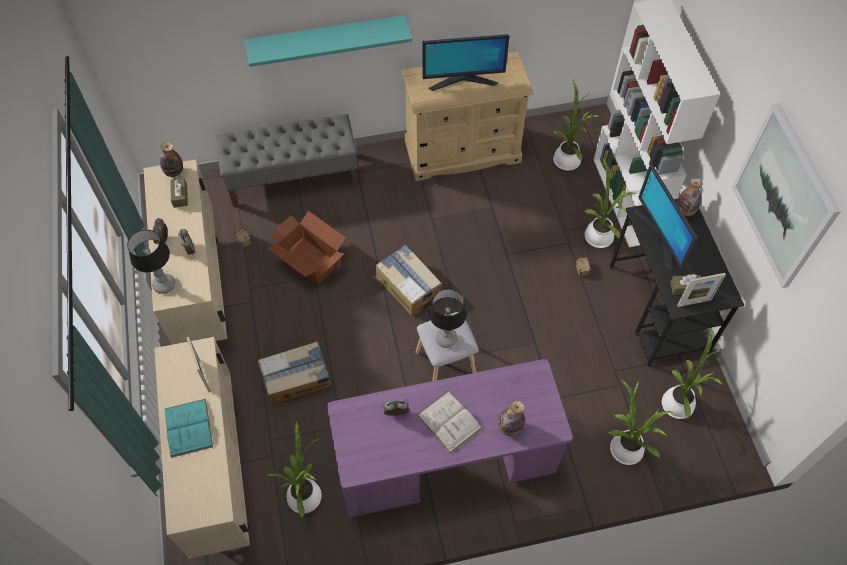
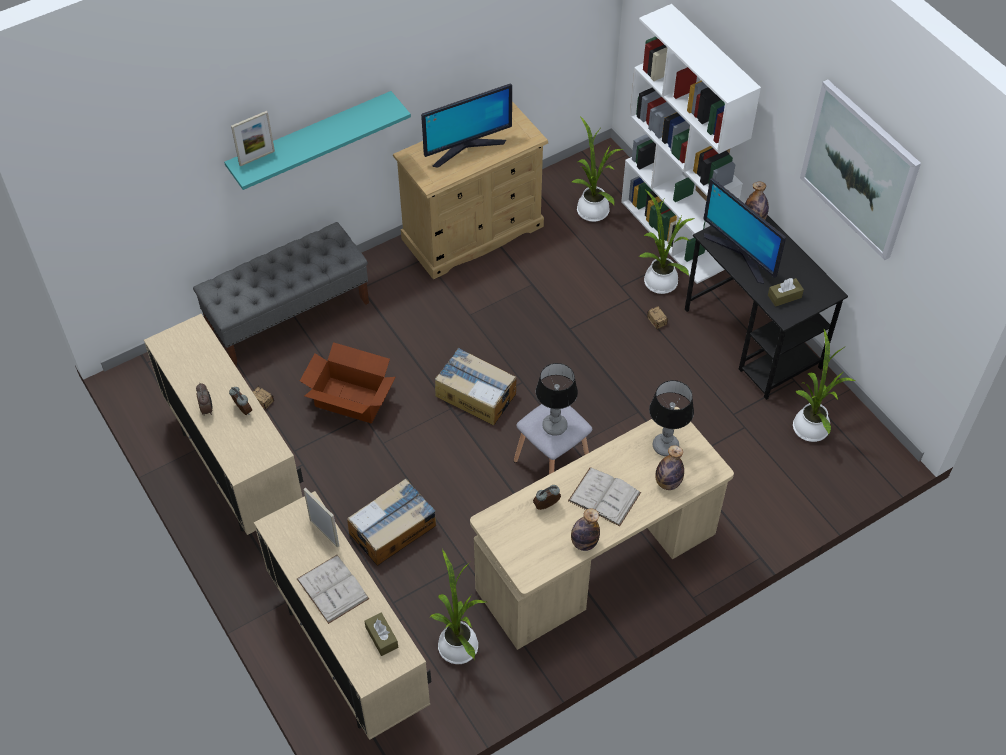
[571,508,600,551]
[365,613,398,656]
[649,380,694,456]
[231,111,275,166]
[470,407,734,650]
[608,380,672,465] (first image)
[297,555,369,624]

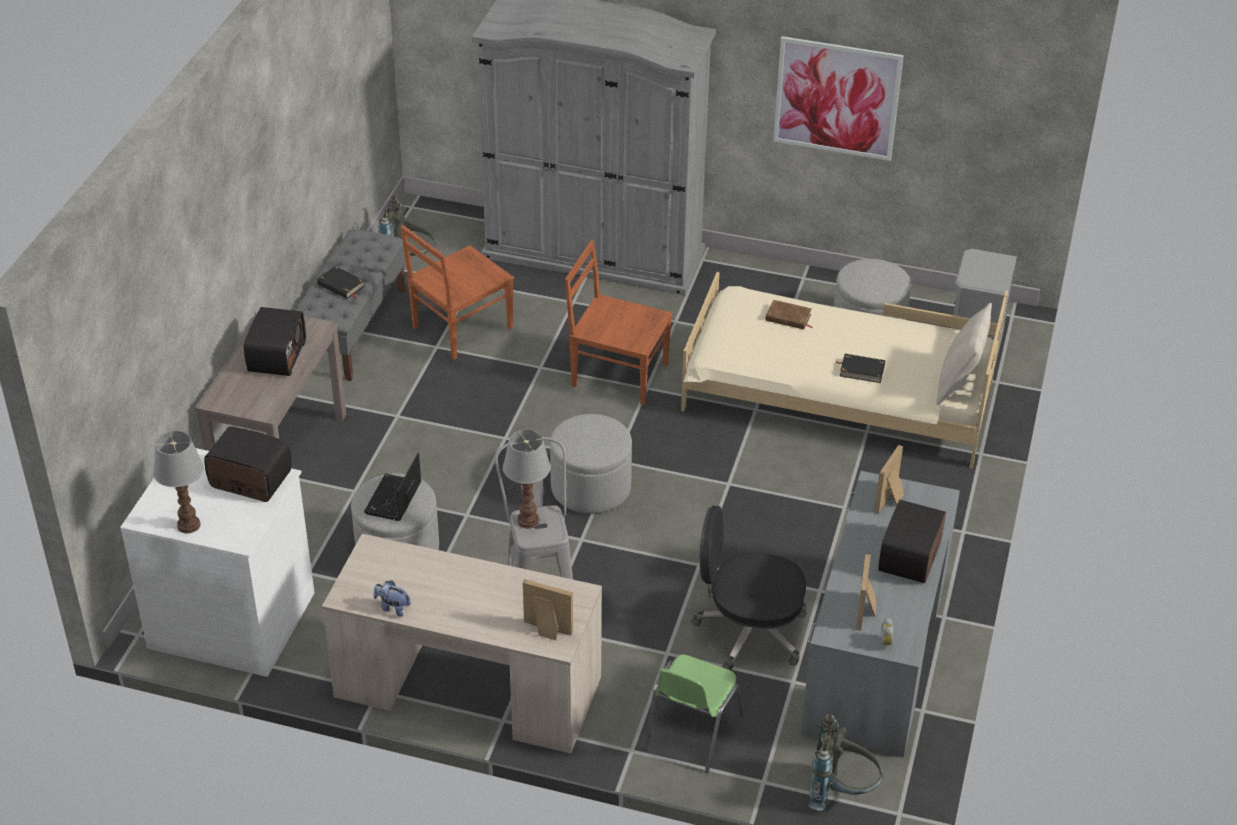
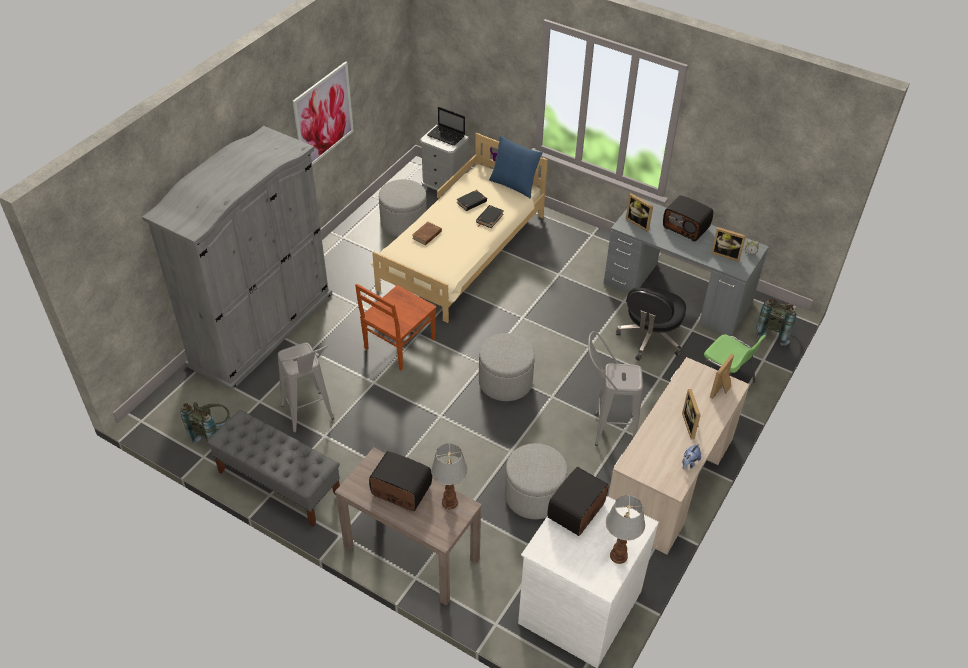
[278,343,334,433]
[457,190,488,211]
[489,136,543,198]
[431,443,468,509]
[427,107,465,146]
[682,389,701,439]

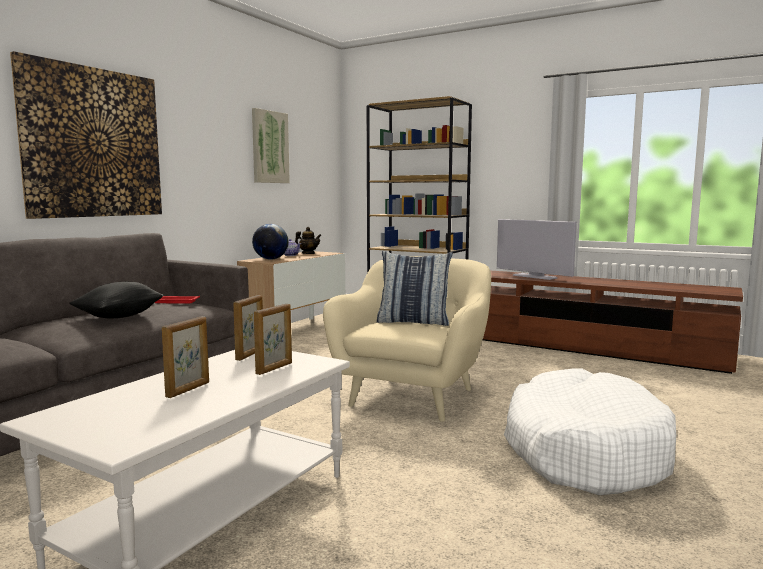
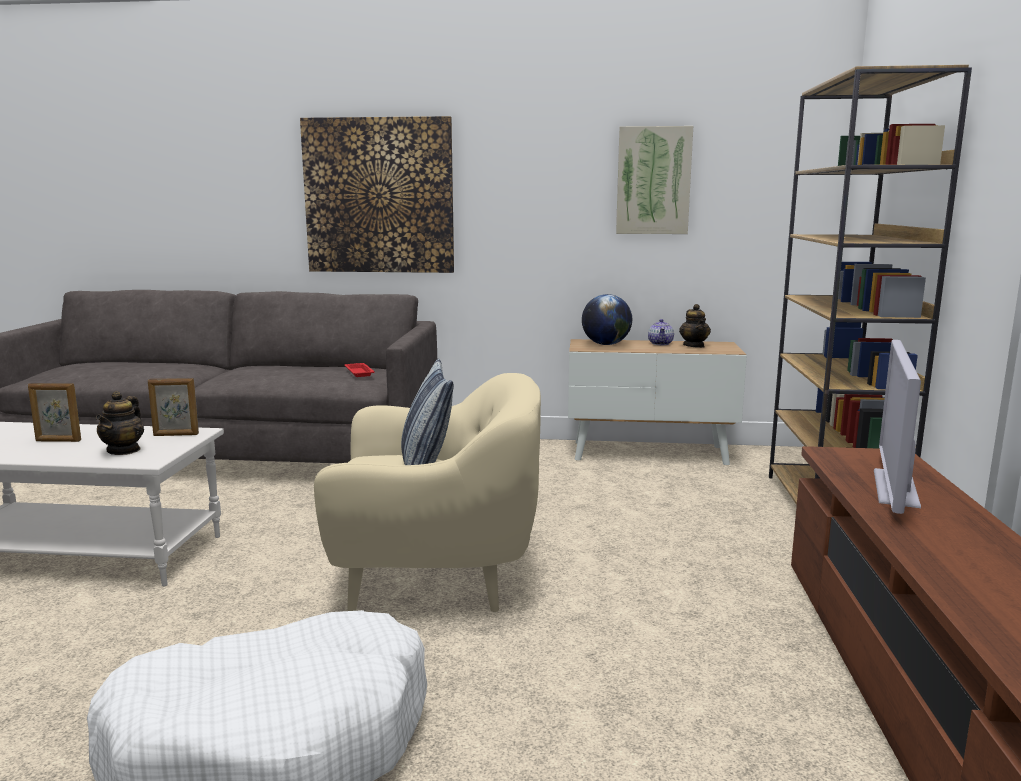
[69,282,163,318] (first image)
[96,391,144,455]

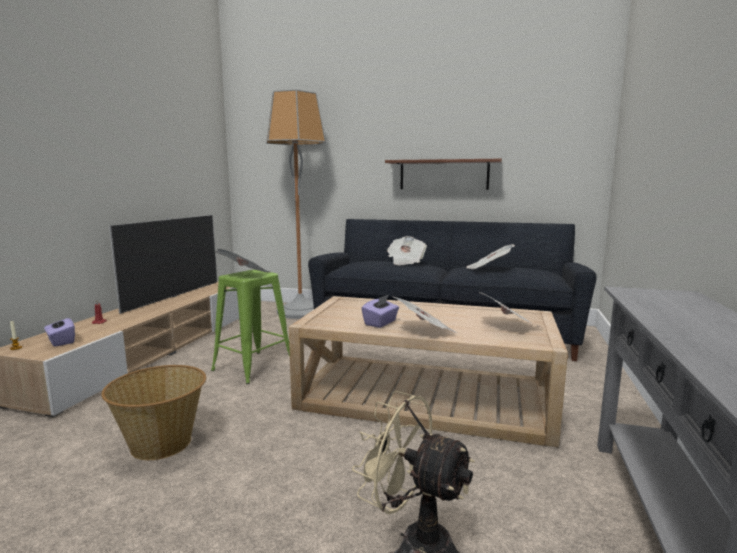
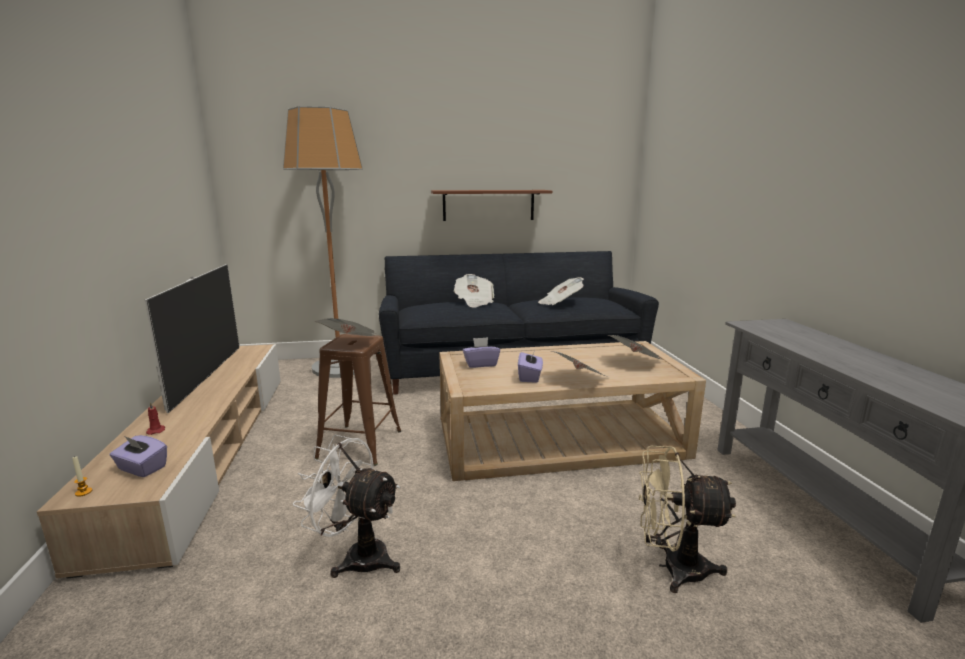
[315,334,401,466]
[293,435,400,578]
[463,337,500,368]

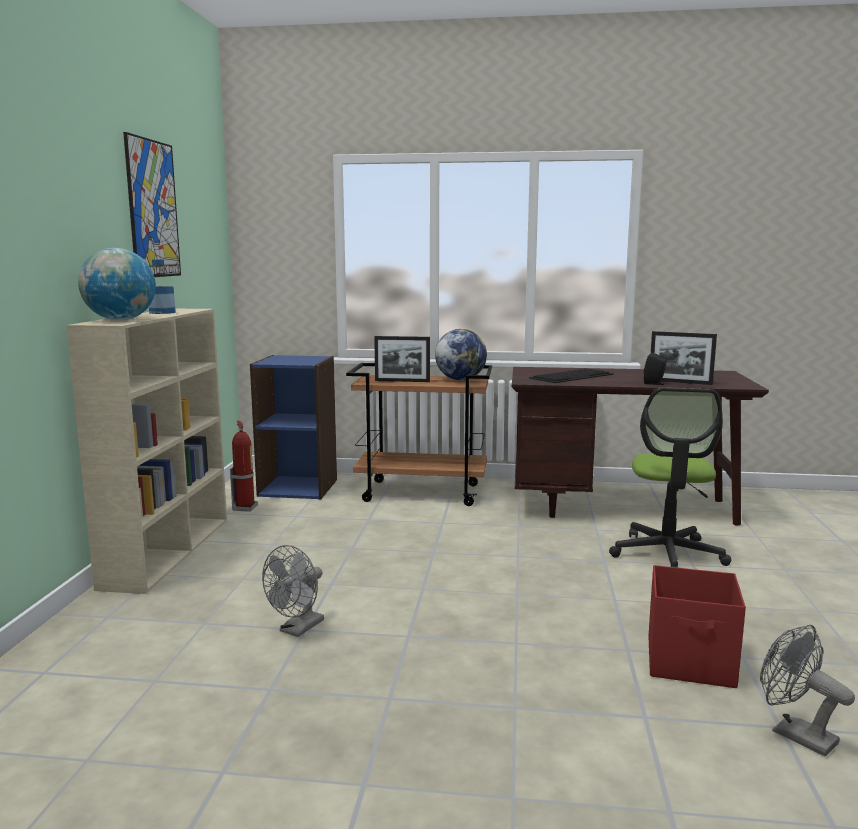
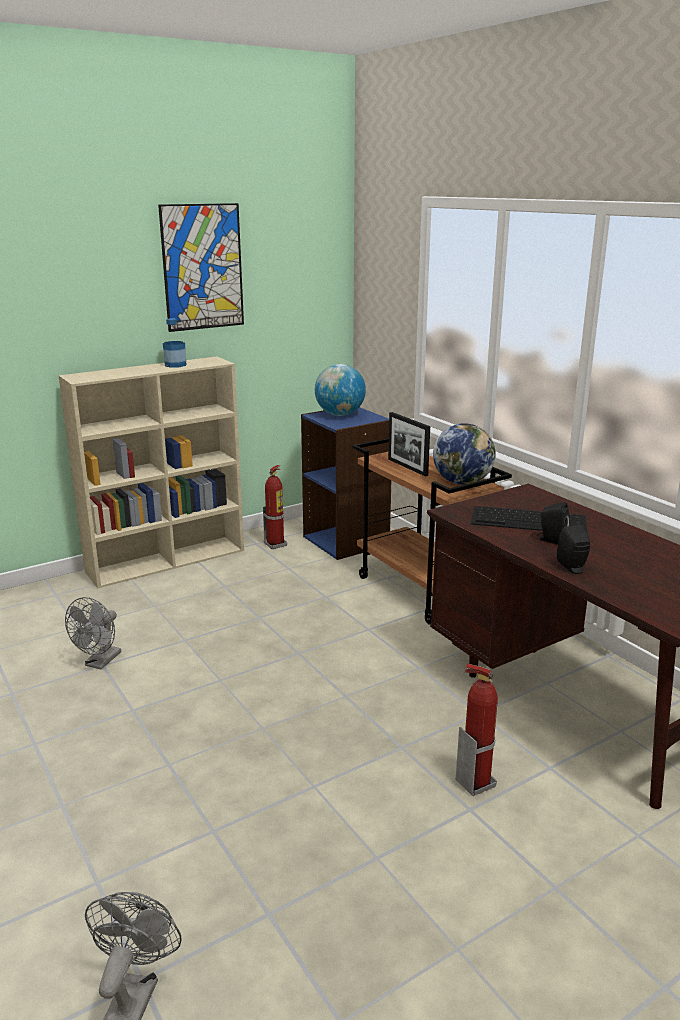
[315,364,366,416]
[651,331,717,385] (first image)
[456,664,498,796]
[65,597,121,669]
[648,565,746,688] (first image)
[537,502,569,545]

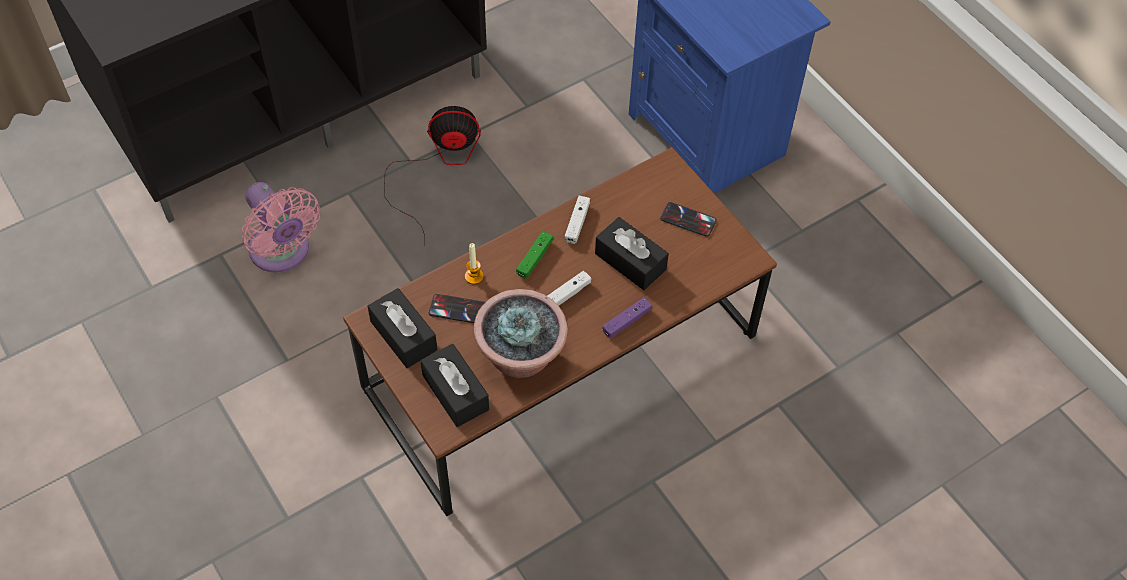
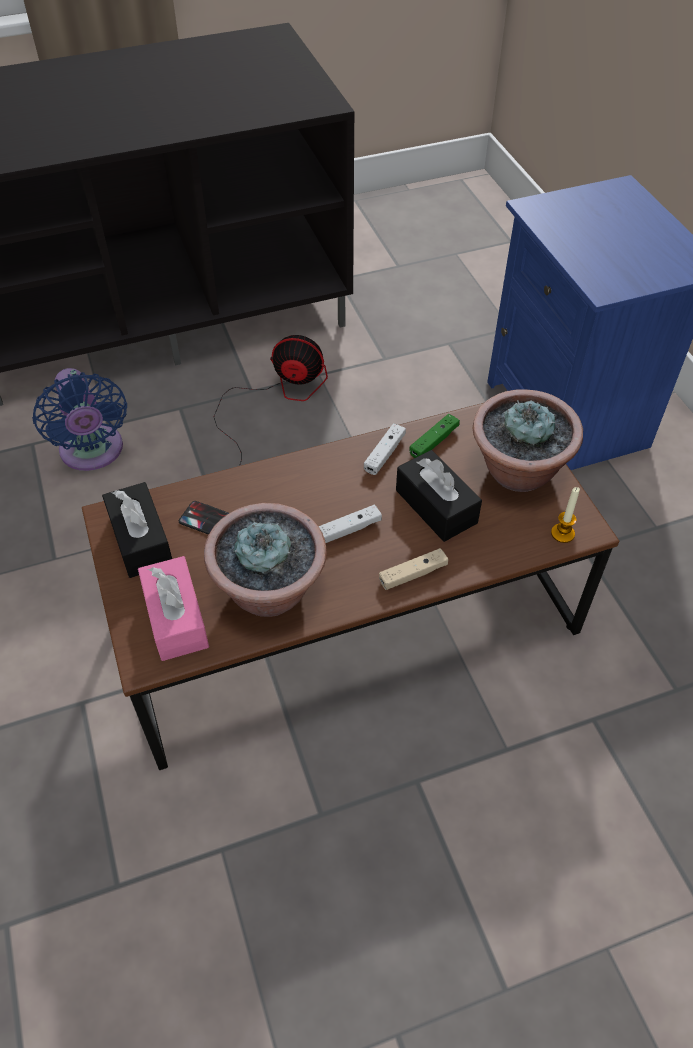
[32,368,127,471]
[473,389,583,492]
[409,414,460,458]
[551,487,580,543]
[379,548,448,590]
[138,556,209,661]

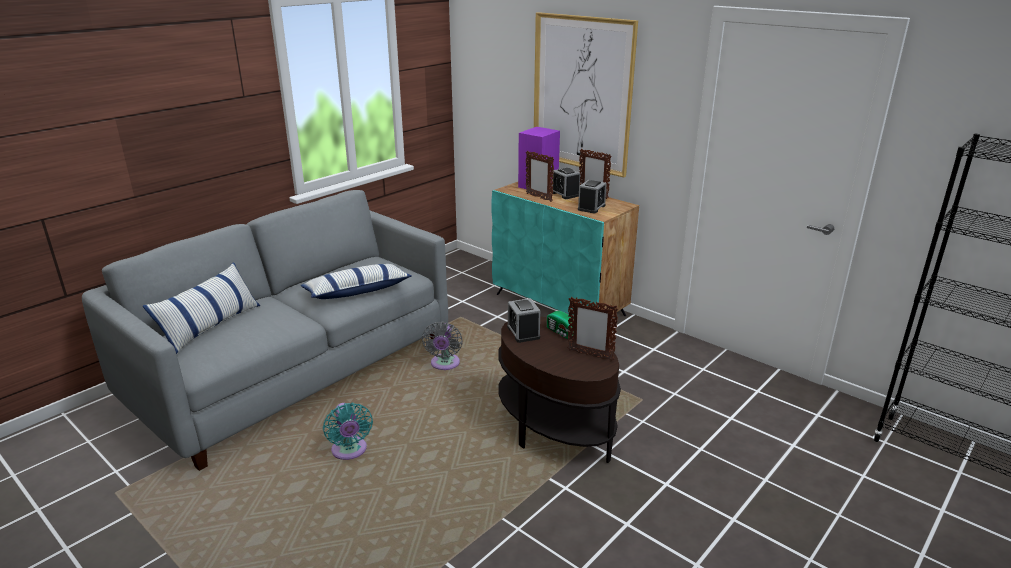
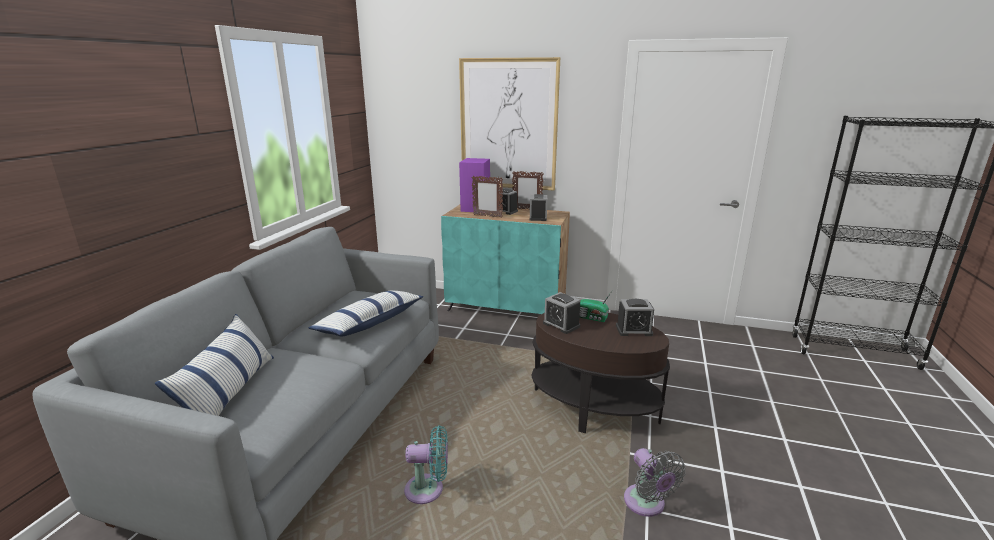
[616,299,654,336]
[624,448,686,517]
[404,425,448,504]

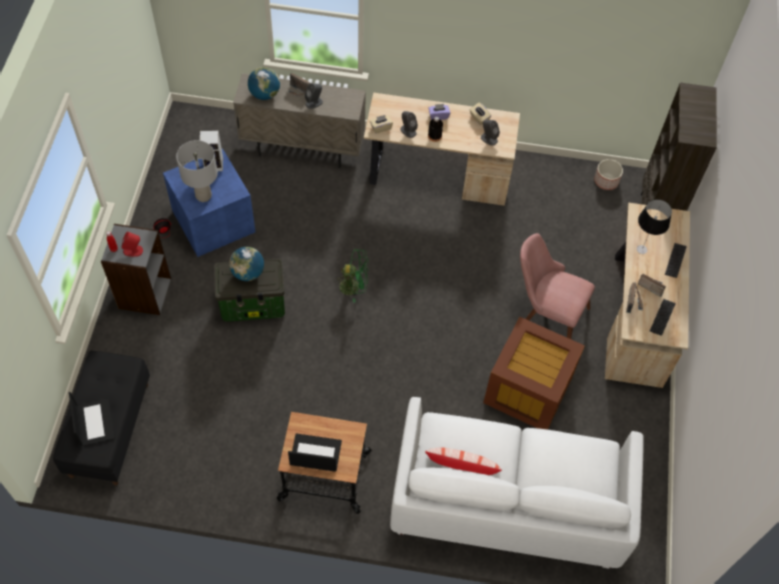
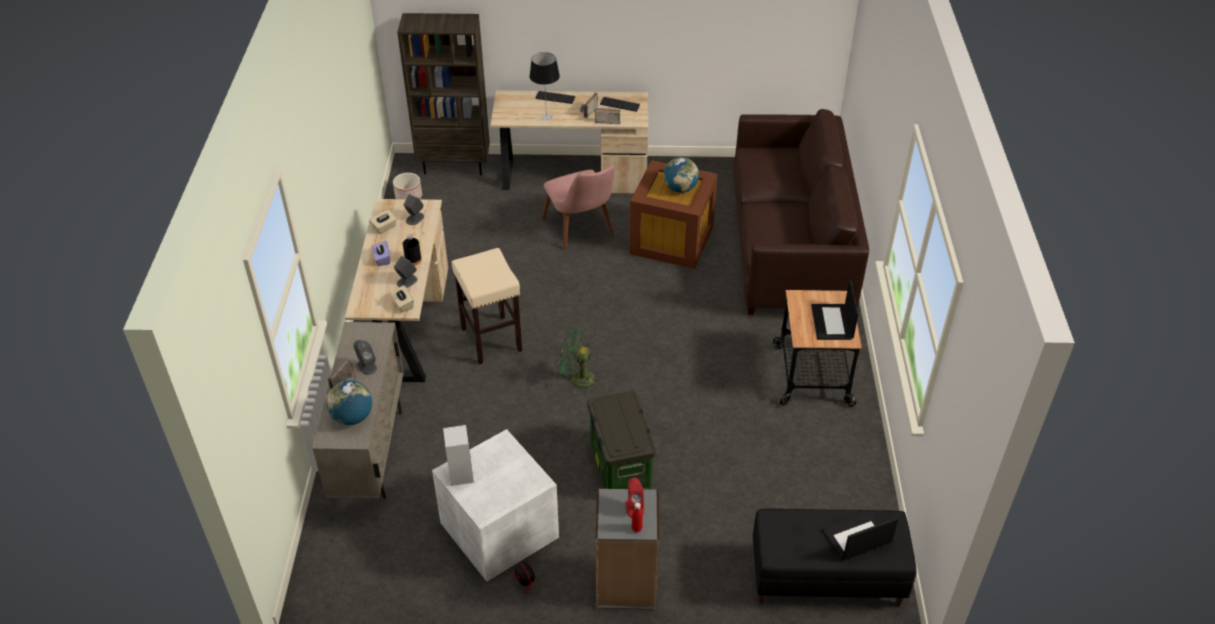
[176,140,218,202] (first image)
[432,429,559,582]
[541,165,615,250]
[664,157,699,193]
[558,325,598,393]
[733,109,869,315]
[425,448,502,475] (first image)
[451,248,522,364]

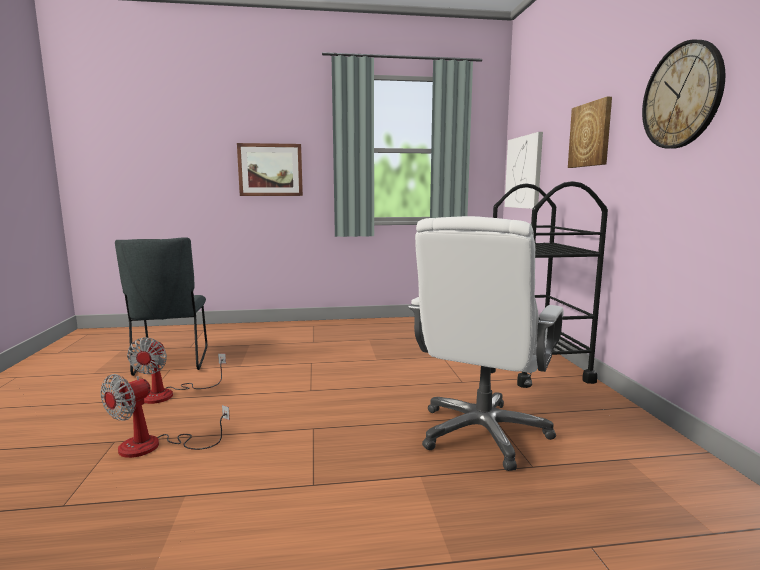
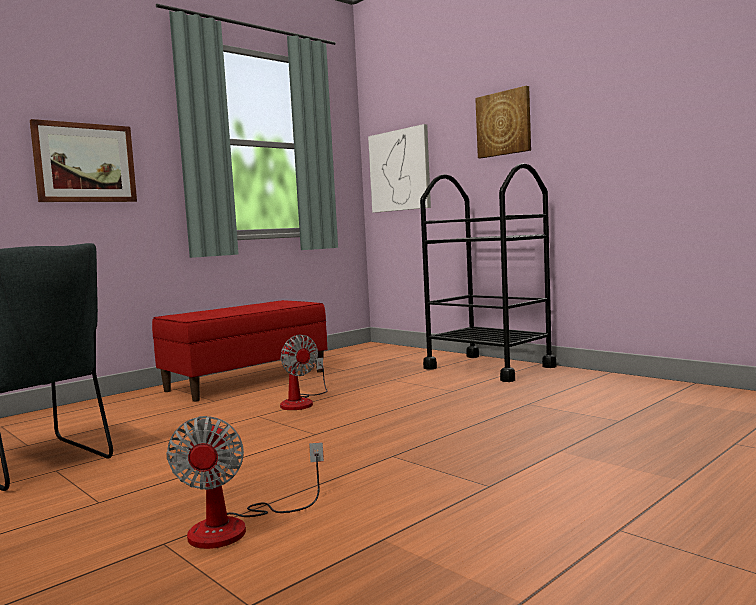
[642,39,725,149] (first image)
[408,216,564,471] (first image)
[280,335,328,410]
[152,300,327,402]

